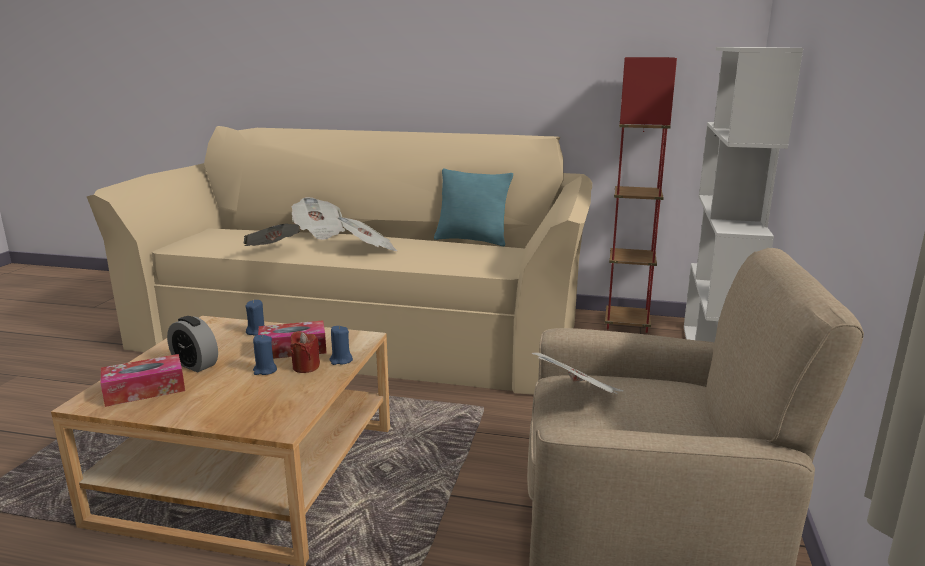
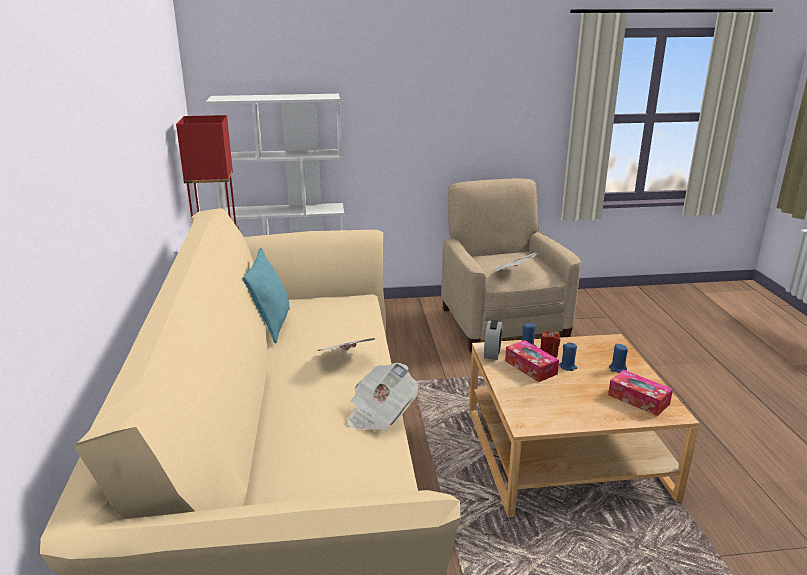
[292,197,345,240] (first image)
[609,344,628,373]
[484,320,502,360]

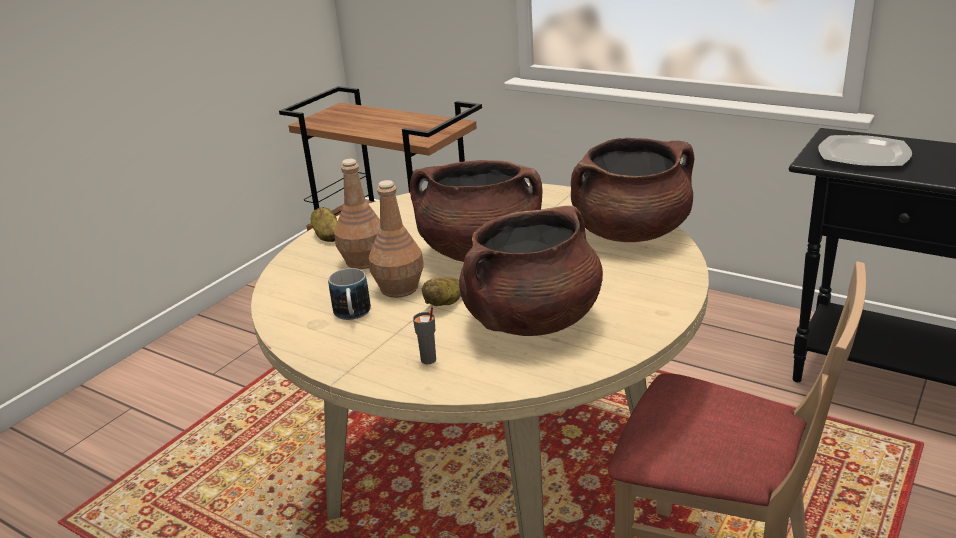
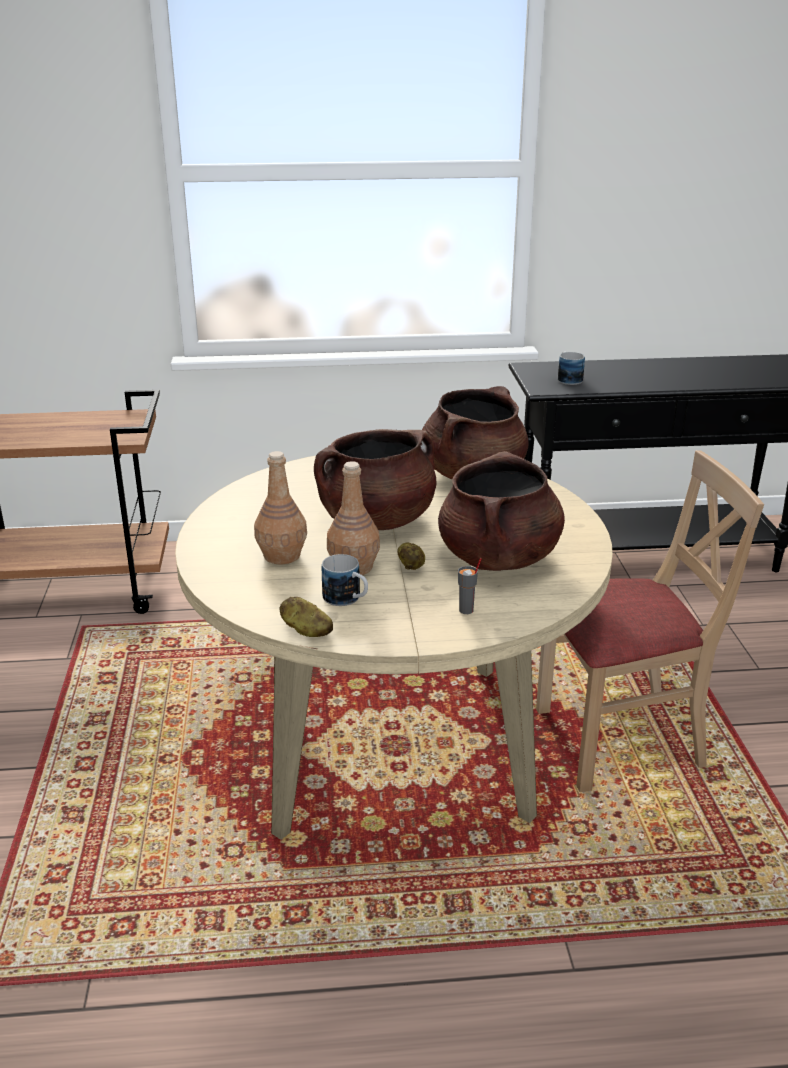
[558,351,585,385]
[280,597,333,637]

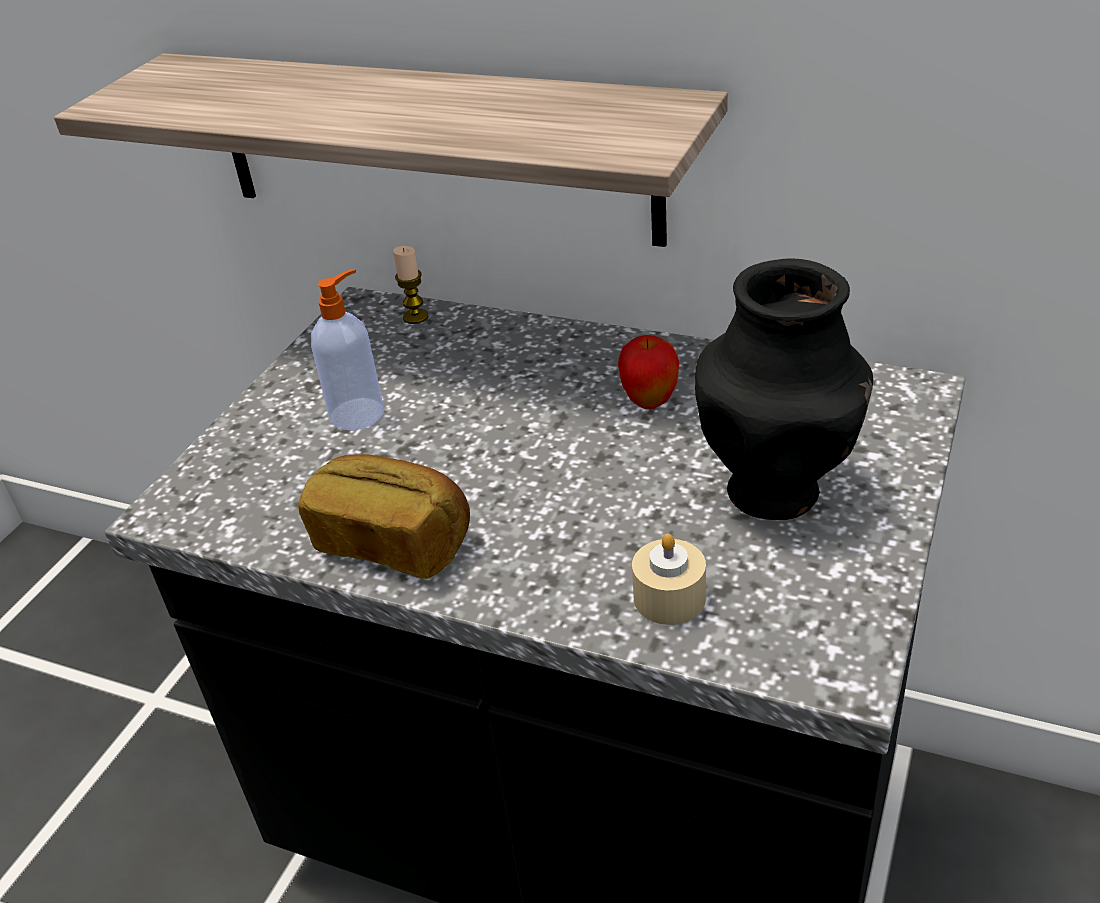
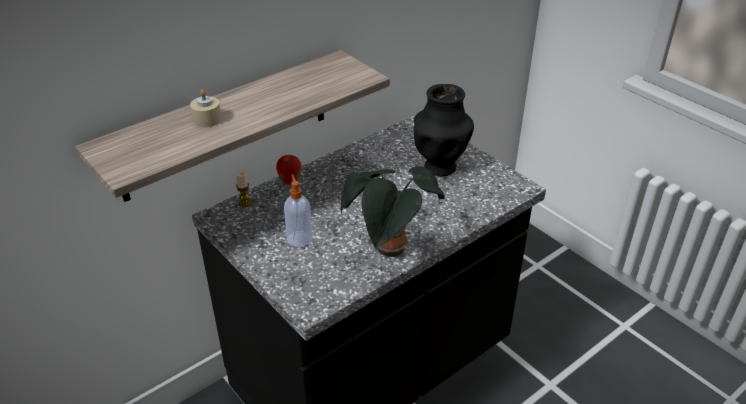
[276,155,301,185]
[340,166,445,257]
[190,90,222,127]

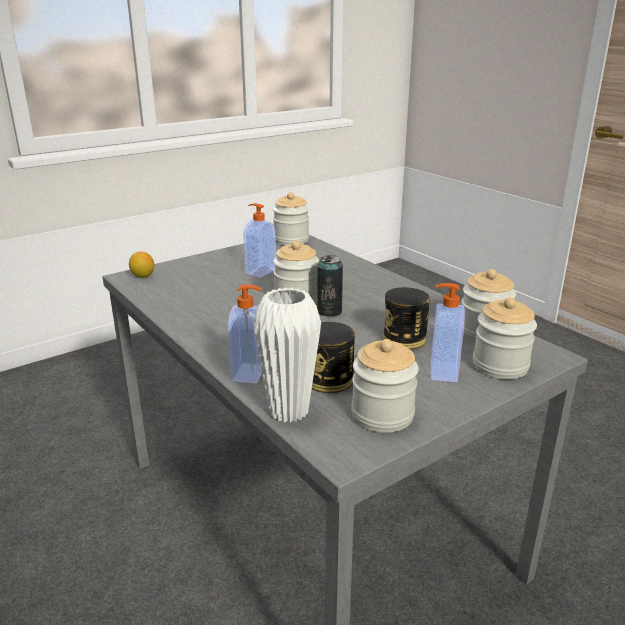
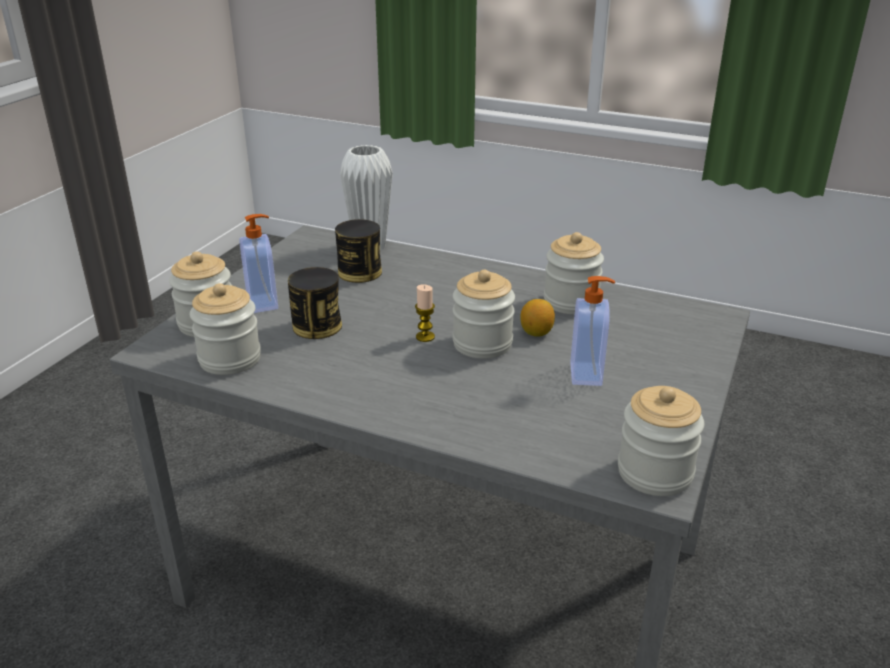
[520,299,555,337]
[415,284,435,342]
[228,284,262,384] (first image)
[544,232,604,314]

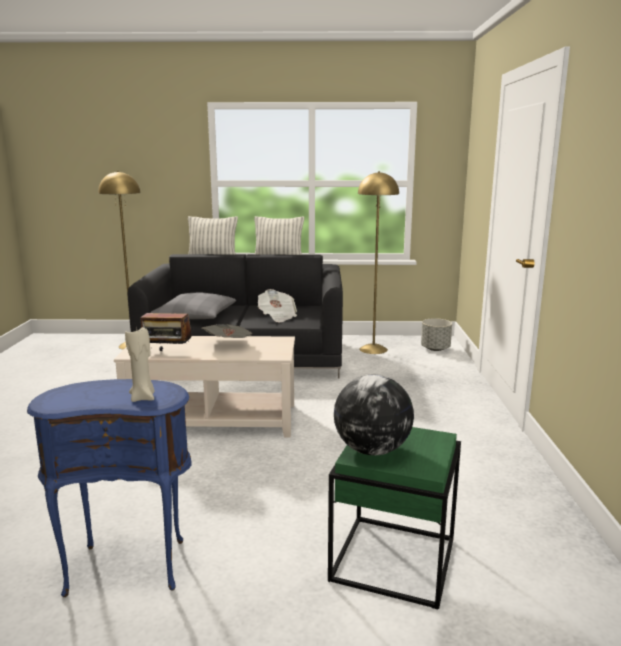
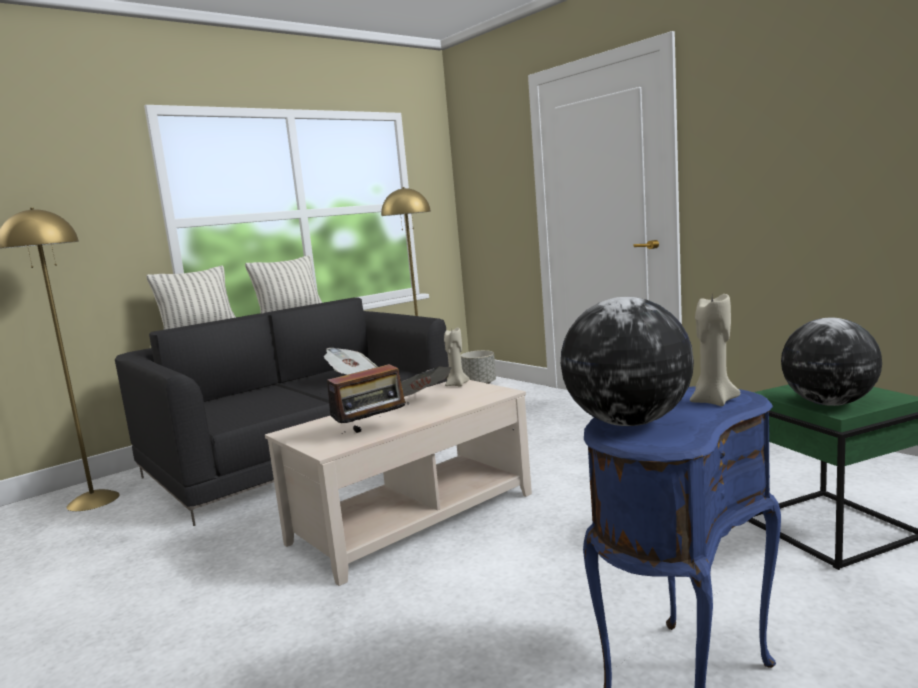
[151,293,236,319] (first image)
[561,297,694,426]
[444,327,470,387]

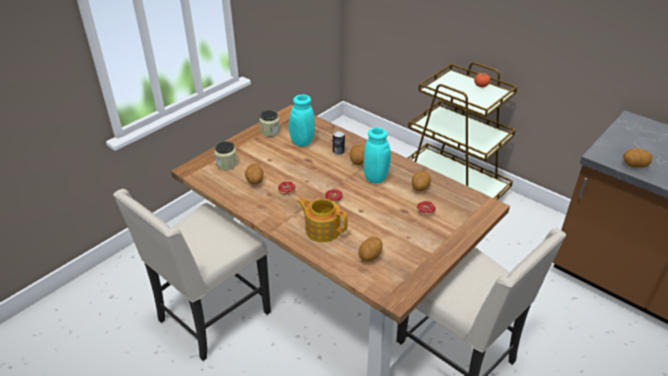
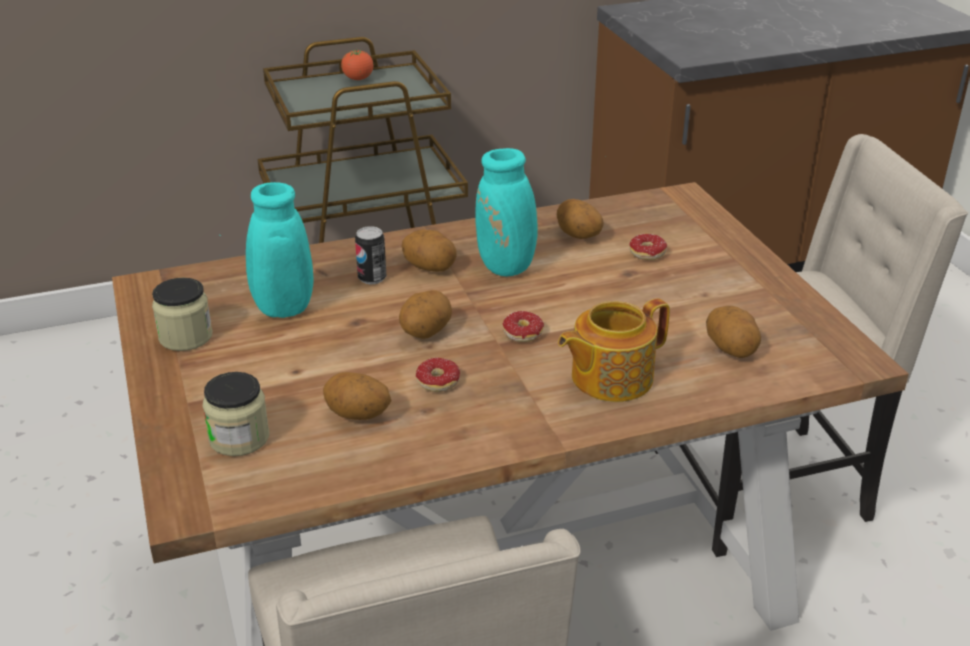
[399,290,452,339]

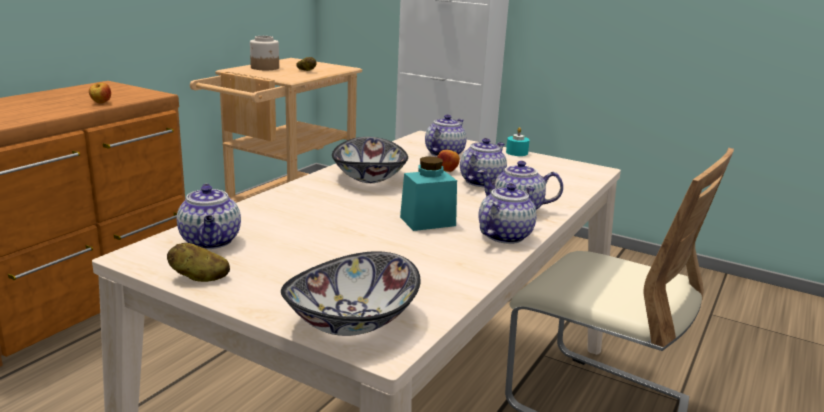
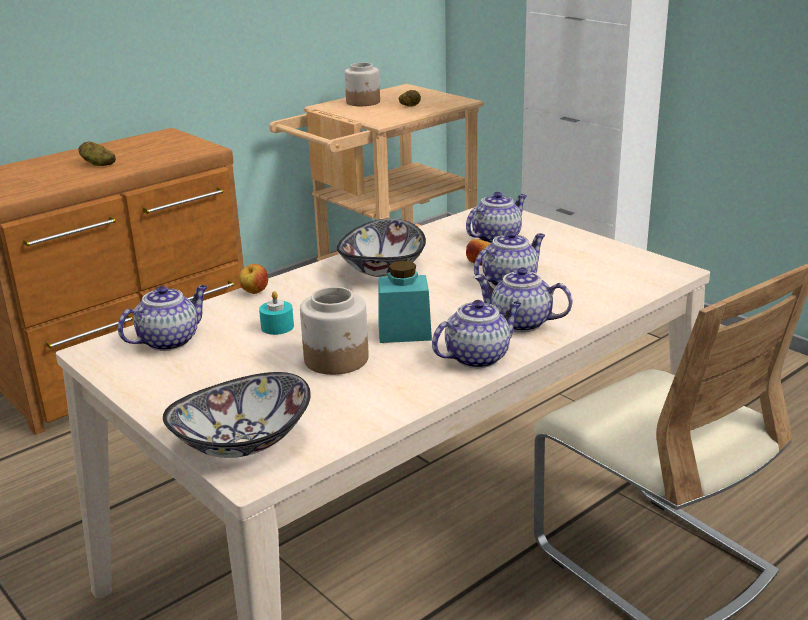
[239,264,268,294]
[259,291,294,335]
[118,285,208,351]
[79,142,116,166]
[300,287,369,375]

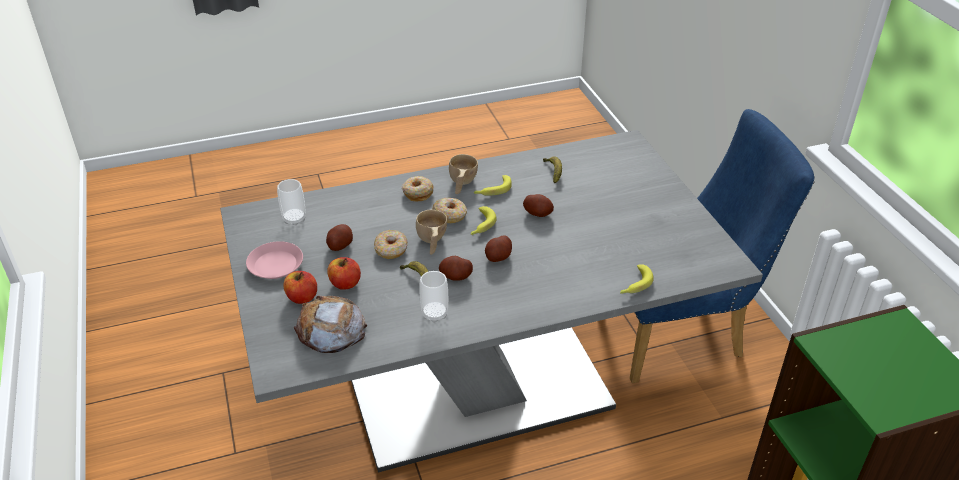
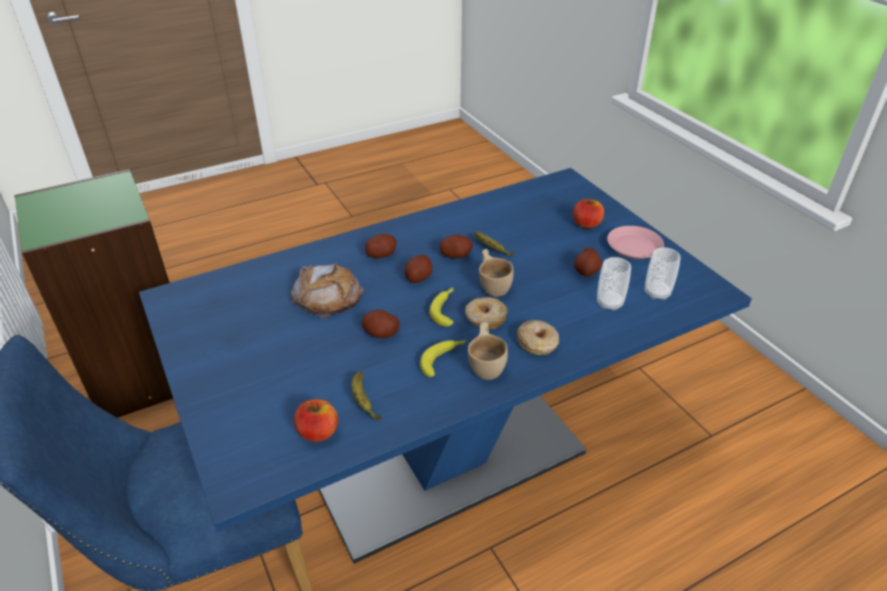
[139,168,752,564]
[374,230,408,259] (first image)
[294,399,338,442]
[620,264,654,294] (first image)
[597,257,631,311]
[291,263,364,318]
[365,234,396,258]

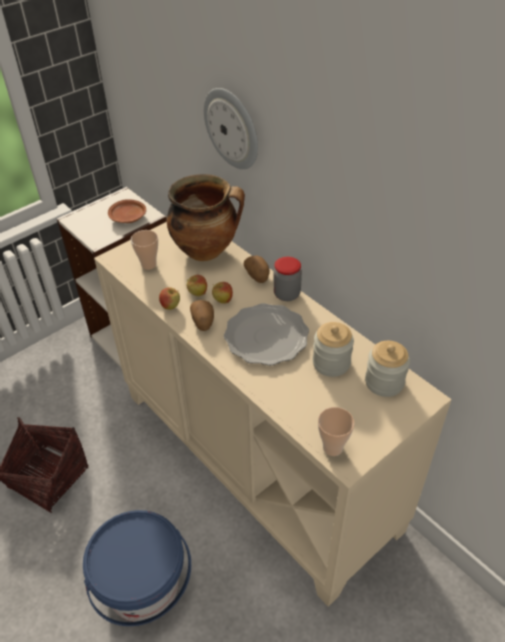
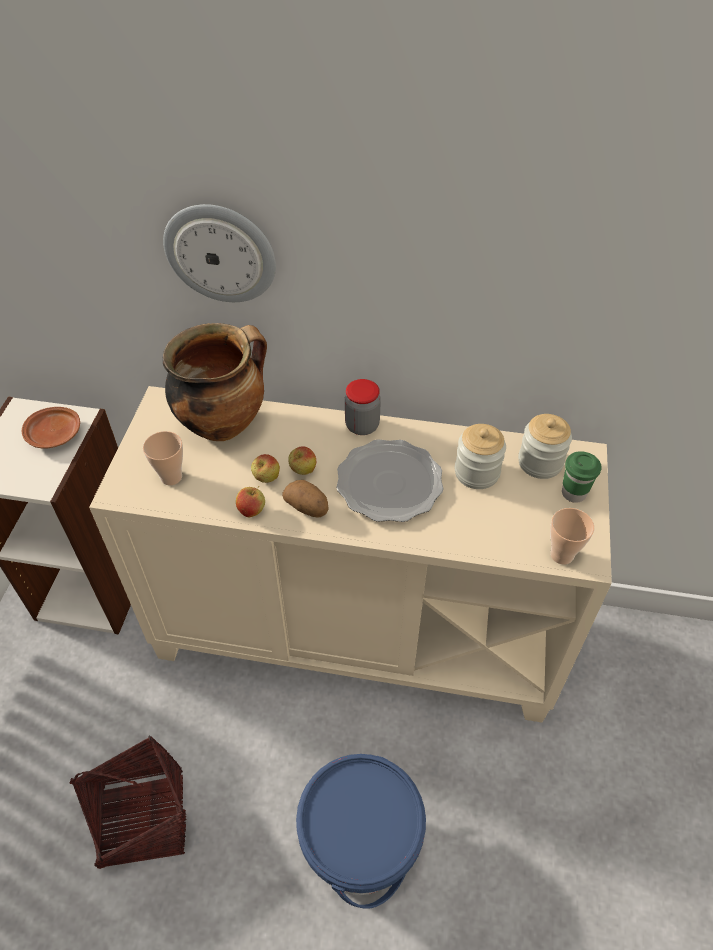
[244,256,270,283] (first image)
[562,451,602,503]

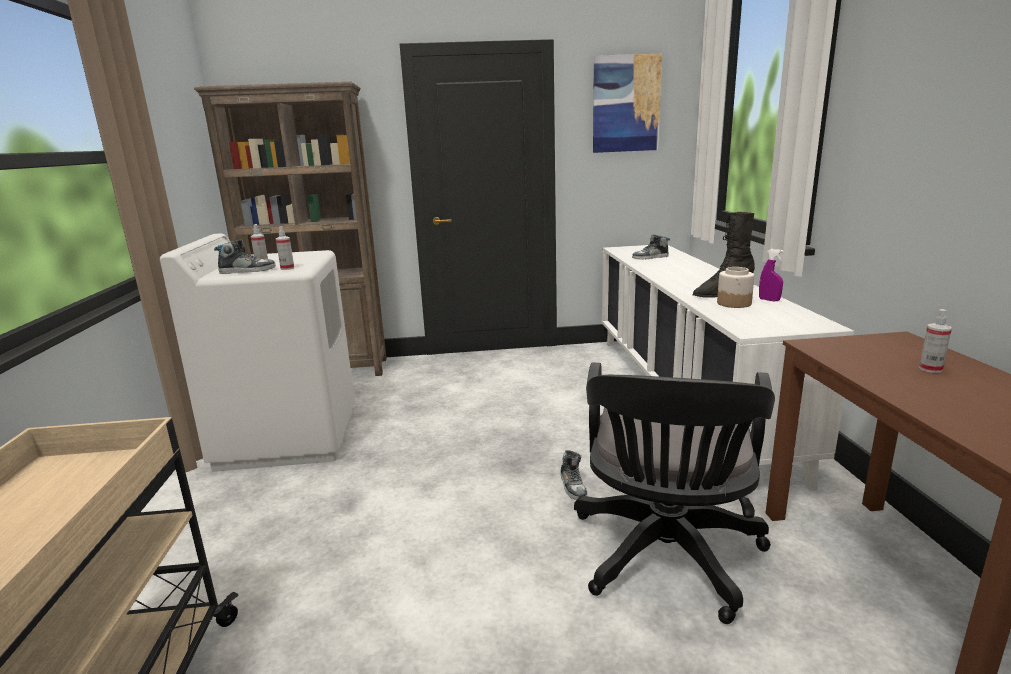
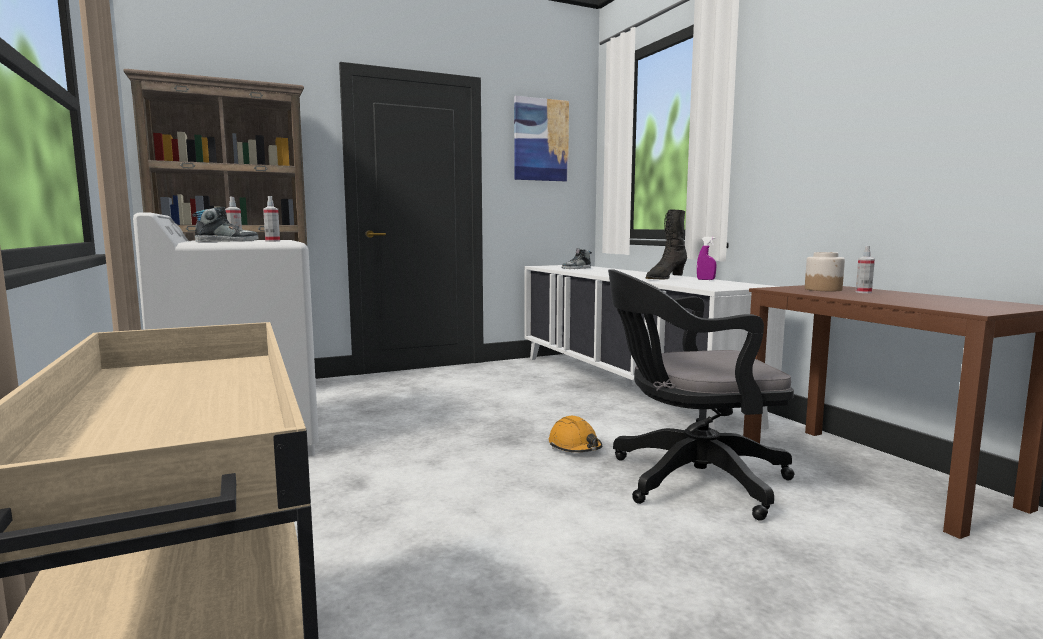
[805,252,845,291]
[608,269,794,521]
[548,416,602,452]

